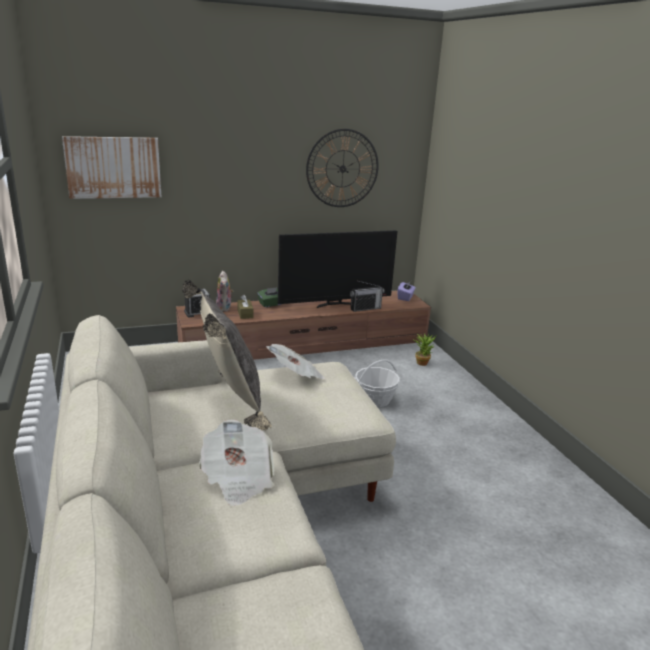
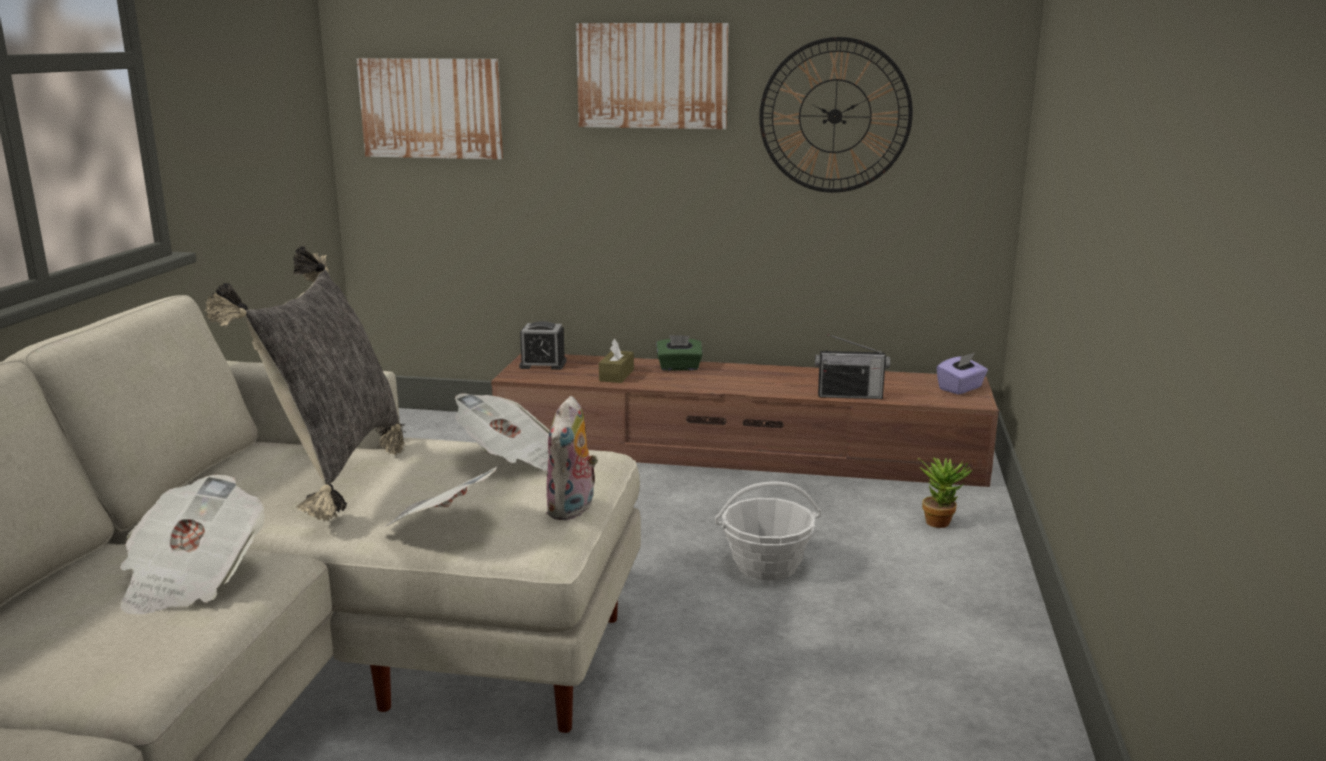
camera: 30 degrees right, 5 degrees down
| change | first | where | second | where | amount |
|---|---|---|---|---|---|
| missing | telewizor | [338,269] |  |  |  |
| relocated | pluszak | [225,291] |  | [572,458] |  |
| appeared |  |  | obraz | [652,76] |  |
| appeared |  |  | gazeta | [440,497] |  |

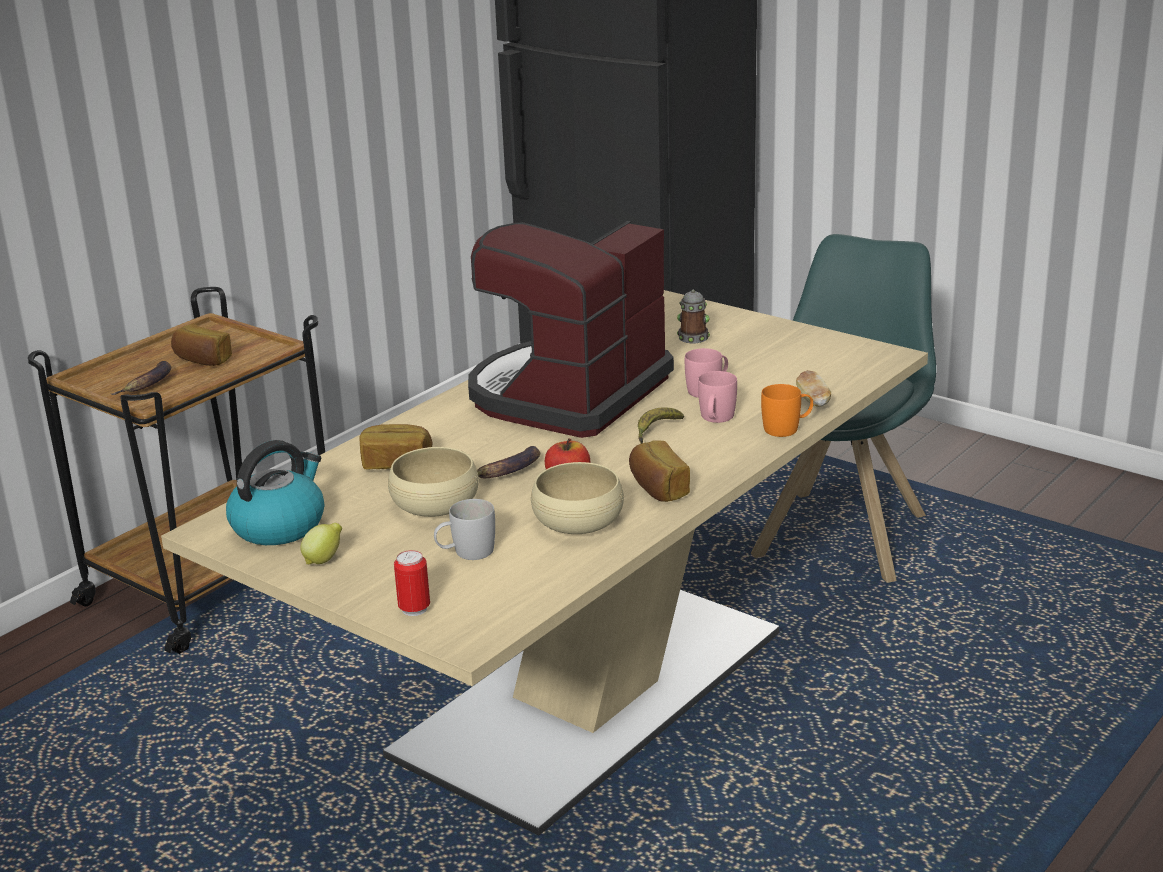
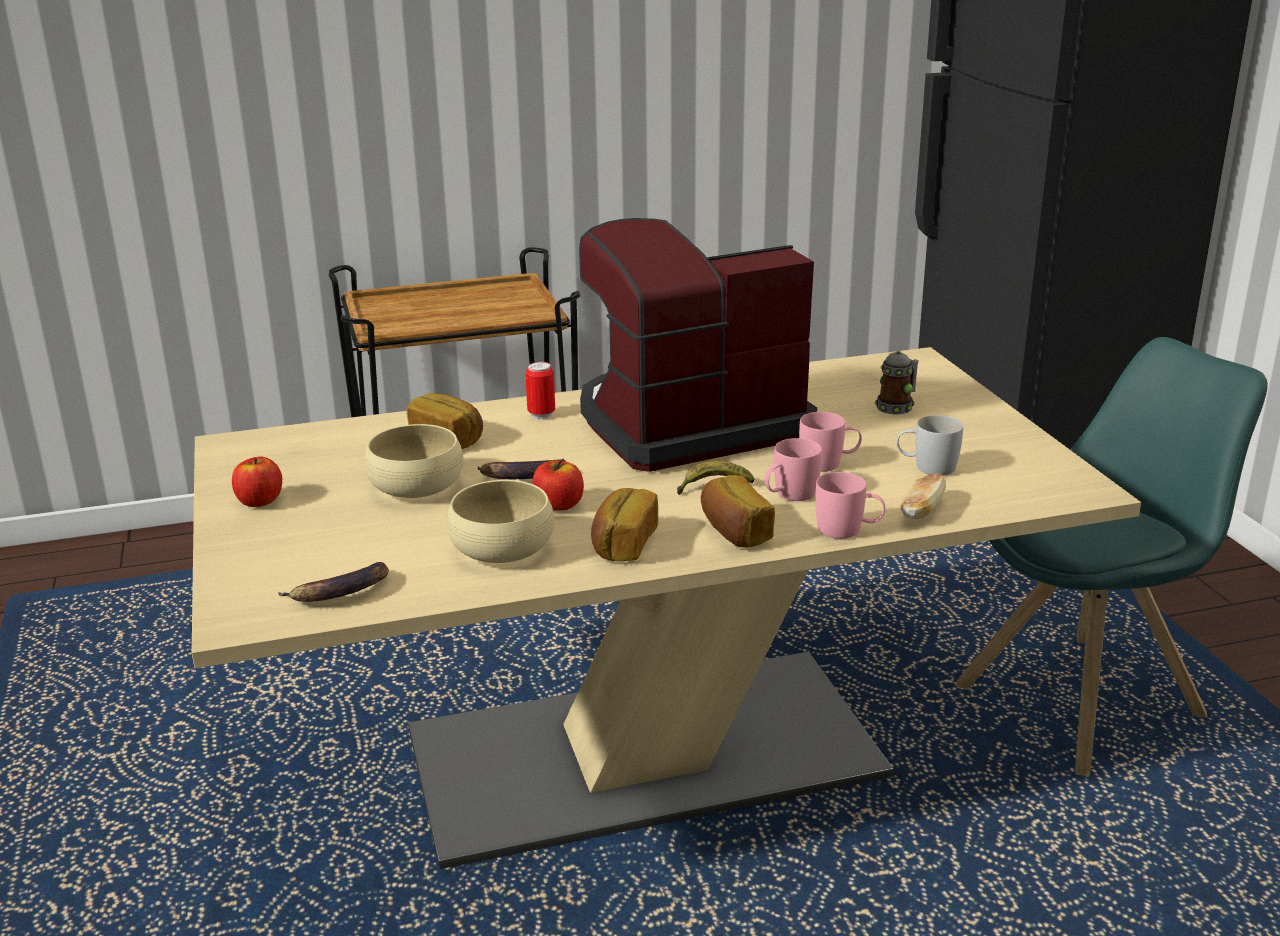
camera: 35 degrees right, 0 degrees up
| change | first | where | second | where | amount |
|---|---|---|---|---|---|
| relocated | chleb | [201,345] |  | [738,511] |  |
| relocated | banan | [141,378] |  | [333,582] |  |
| colour | kubek [pomarańczowy] | [787,410] | kubek [różowy] | [850,505] |  |
| missing | czajnik | [275,492] |  |  |  |
| relocated | kubek [biały] | [464,529] |  | [930,445] |  |
| exchanged | cytryna | [321,544] | jabłko | [257,481] |  |
| relocated | puszka | [412,583] |  | [540,390] |  |

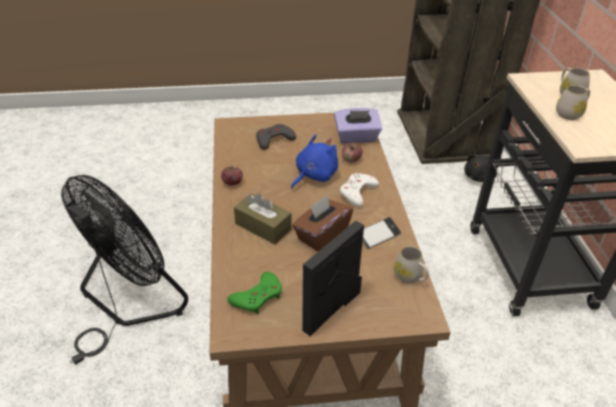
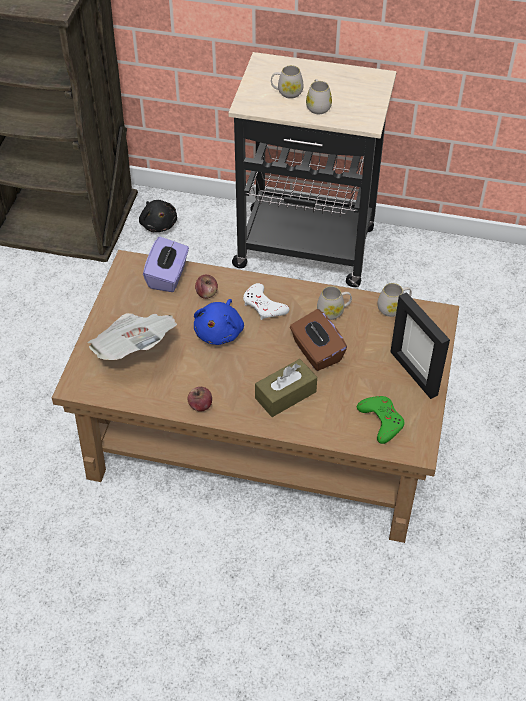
camera: 70 degrees left, 10 degrees up
| change | first | where | second | where | amount |
|---|---|---|---|---|---|
| exchanged | pad do gier [szary] | [276,137] | gazeta | [132,336] |  |
| spun | pluszak [niebieski] | [314,161] |  | [219,322] | 135 degrees counterclockwise |
| missing | wentylator [czarny] | [124,270] |  |  |  |
| exchanged | telefon | [382,233] | kubek [biały] | [334,303] |  |

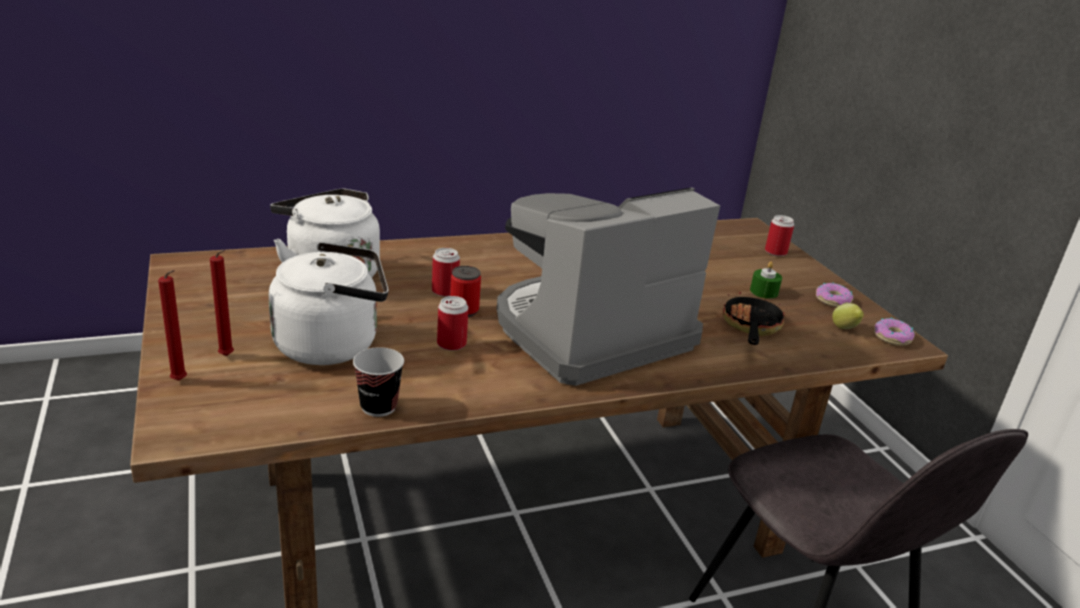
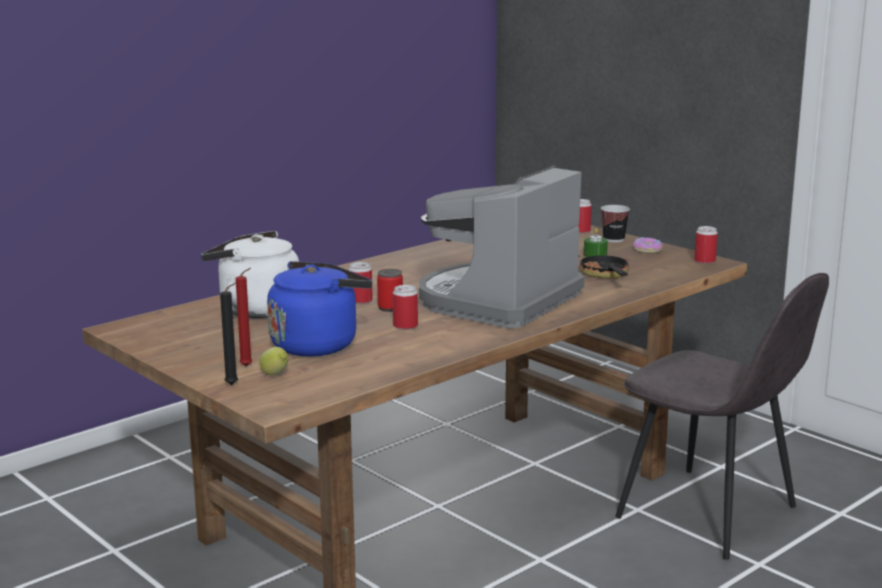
camera: 20 degrees left, 10 degrees down
| change | first | where | second | where | amount |
|---|---|---|---|---|---|
| colour | czajnik [biały] | [328,303] | czajnik [niebieski] | [319,309] |  |
| colour | świeca [czerwony] | [172,325] | świeca [czarny] | [229,333] |  |
| relocated | cytryna | [848,316] |  | [273,361] |  |
| exchanged | donut | [894,332] | puszka | [706,245] |  |
| relocated | filiżanka | [378,382] |  | [615,223] |  |

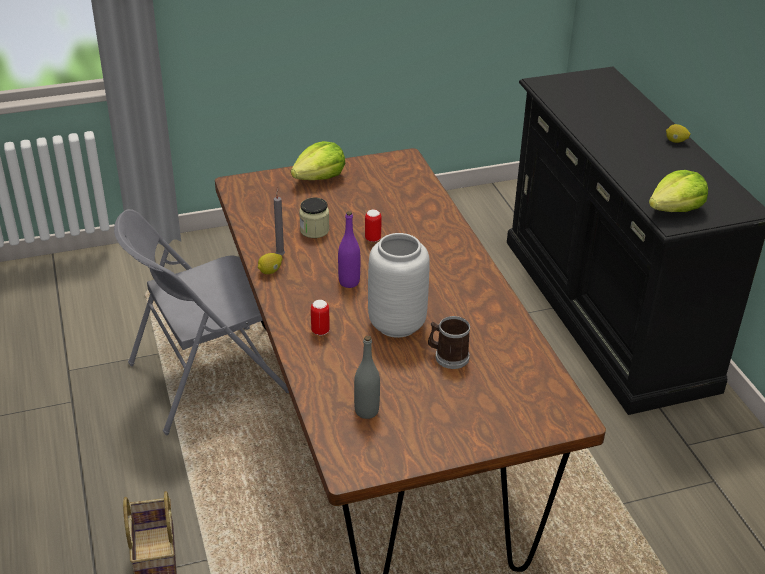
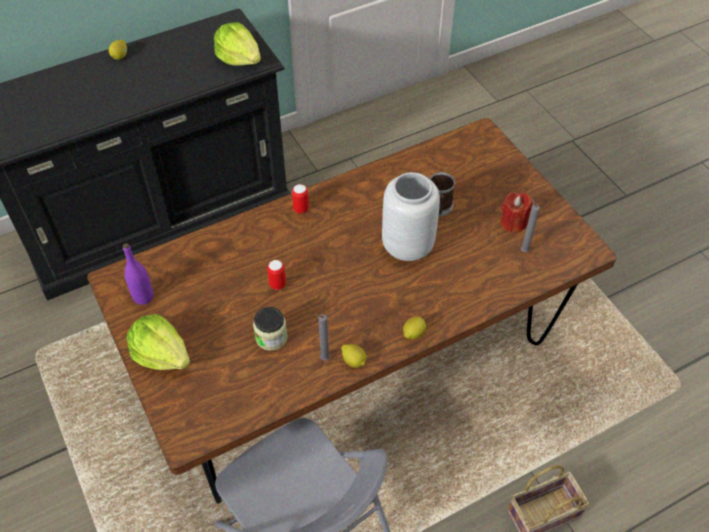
camera: 100 degrees left, 15 degrees up
| change | first | where | second | where | amount |
|---|---|---|---|---|---|
| relocated | butelka [fioletowy] | [349,249] |  | [138,274] |  |
| relocated | puszka | [320,317] |  | [300,199] |  |
| exchanged | butelka [szary] | [367,377] | świeca [szary] | [530,224] |  |
| appeared |  |  | świeca [czerwony] | [516,212] |  |
| appeared |  |  | cytryna | [414,327] |  |

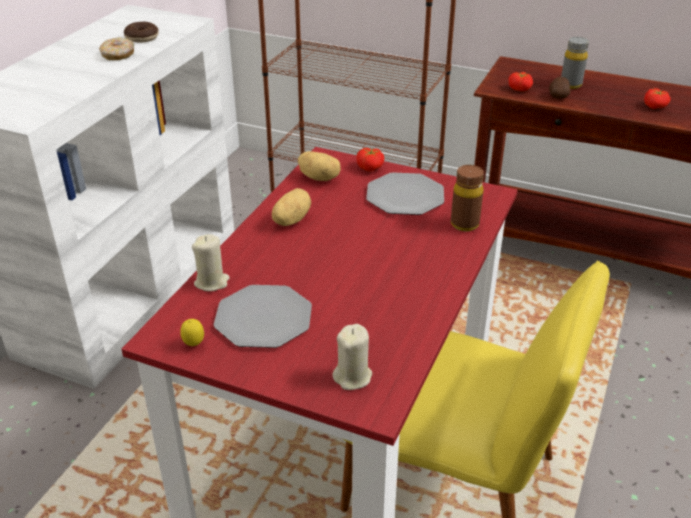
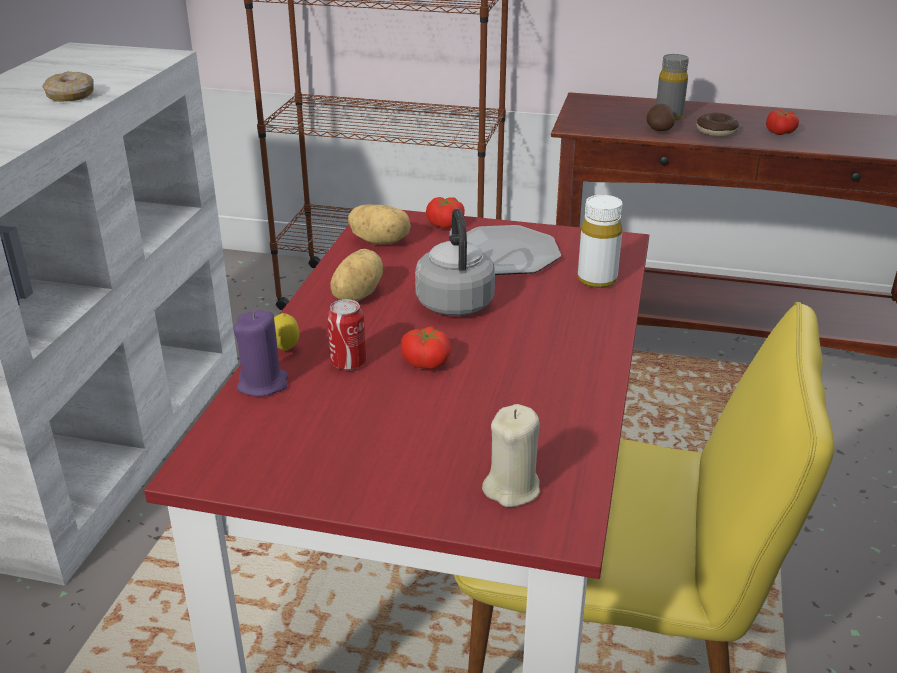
camera: 10 degrees left, 5 degrees down
| change | first | where | second | where | amount |
|---|---|---|---|---|---|
| relocated | donut | [141,32] |  | [717,125] |  |
| relocated | pomidor | [520,81] |  | [426,347] |  |
| colour | butelka [brązowy] | [467,198] | butelka [biały] | [600,241] |  |
| colour | świeca [beżowy] | [211,262] | świeca [fioletowy] | [260,353] |  |
| missing | talerz | [262,316] |  |  |  |
| relocated | cytryna | [192,332] |  | [286,332] |  |
| appeared |  |  | czajnik [szary] | [455,262] |  |
| appeared |  |  | puszka | [346,334] |  |

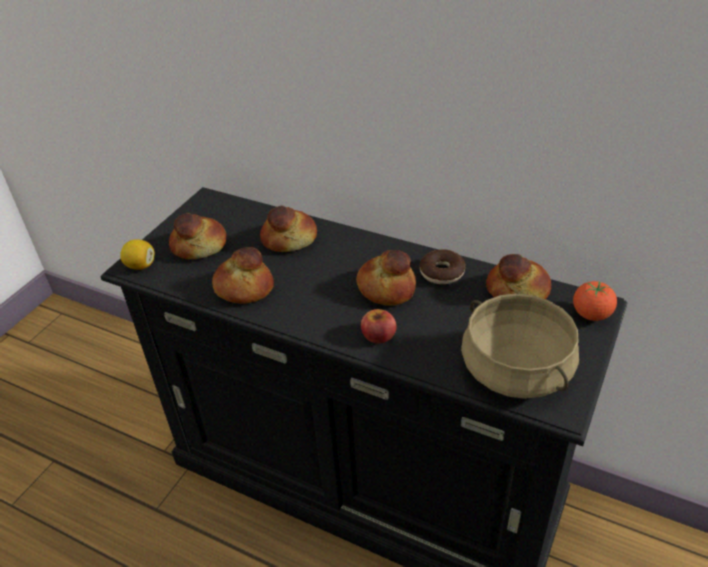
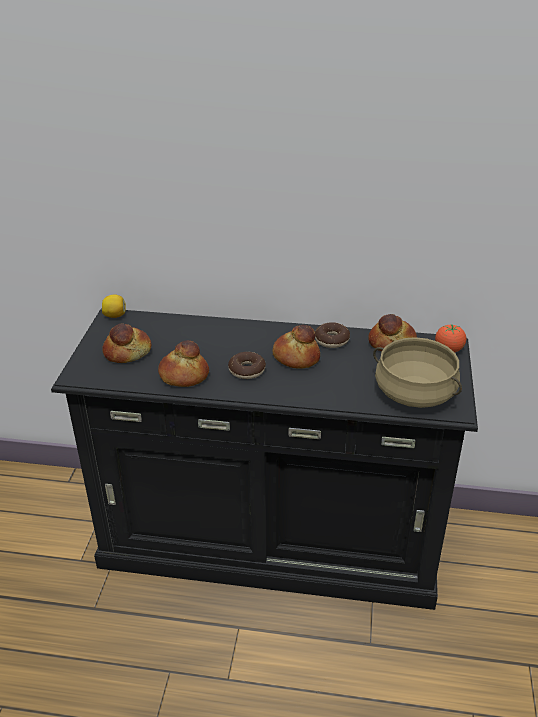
camera: 20 degrees left, 5 degrees down
| change | first | where | second | where | amount |
|---|---|---|---|---|---|
| missing | chleb | [288,229] |  |  |  |
| relocated | cytryna | [137,254] |  | [114,306] |  |
| missing | jabłko | [379,326] |  |  |  |
| appeared |  |  | donut | [247,365] |  |

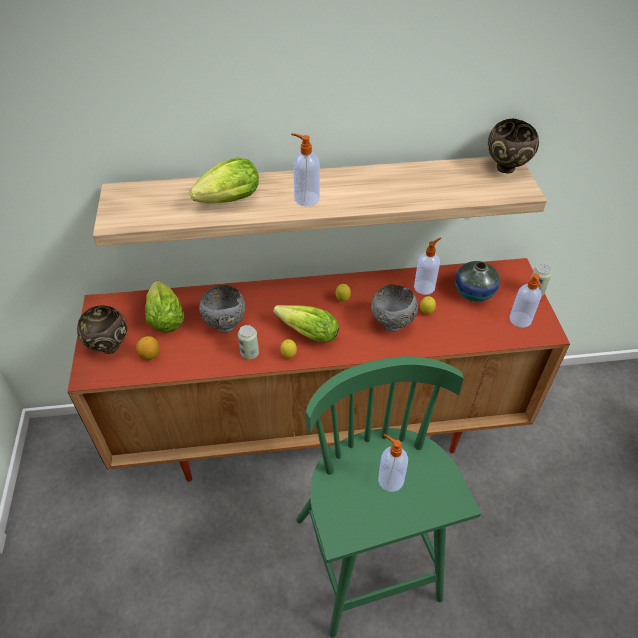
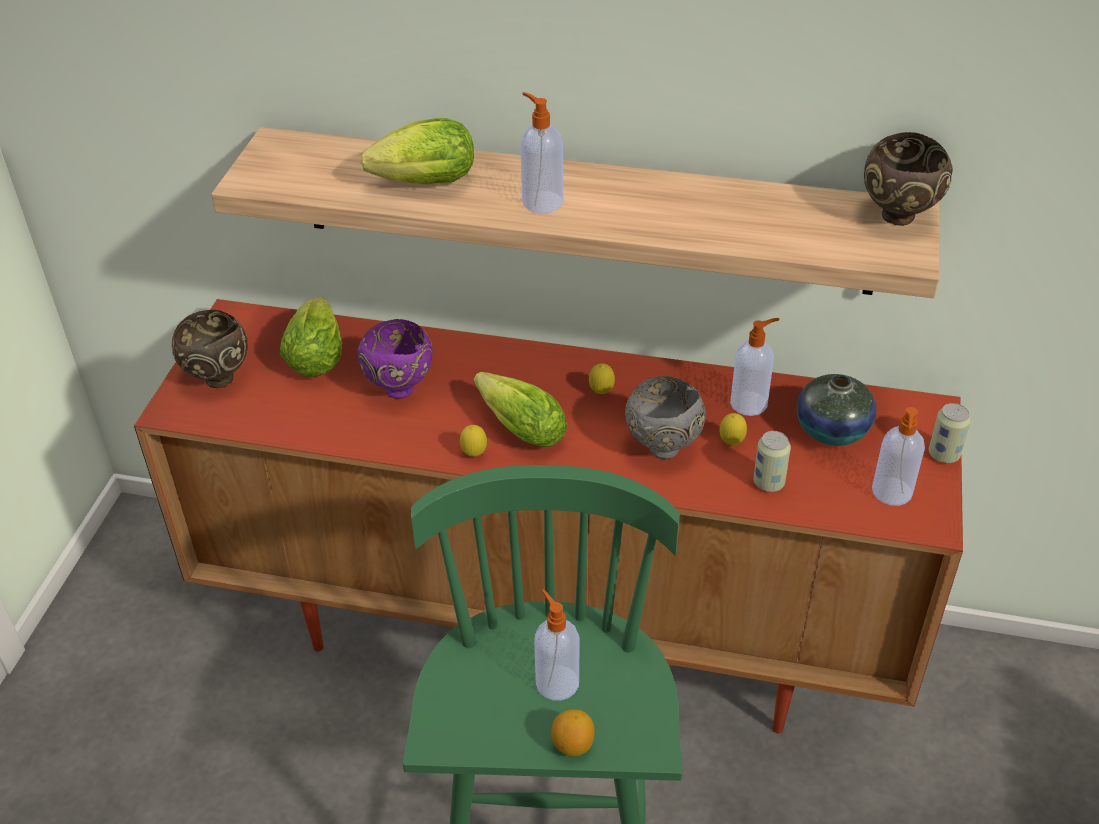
camera: 20 degrees right, 5 degrees down
| change | first | where | second | where | amount |
|---|---|---|---|---|---|
| colour | miska [szary] | [222,309] | miska [fioletowy] | [395,359] |  |
| relocated | puszka | [248,342] |  | [772,461] |  |
| relocated | cytryna | [147,348] |  | [573,733] |  |

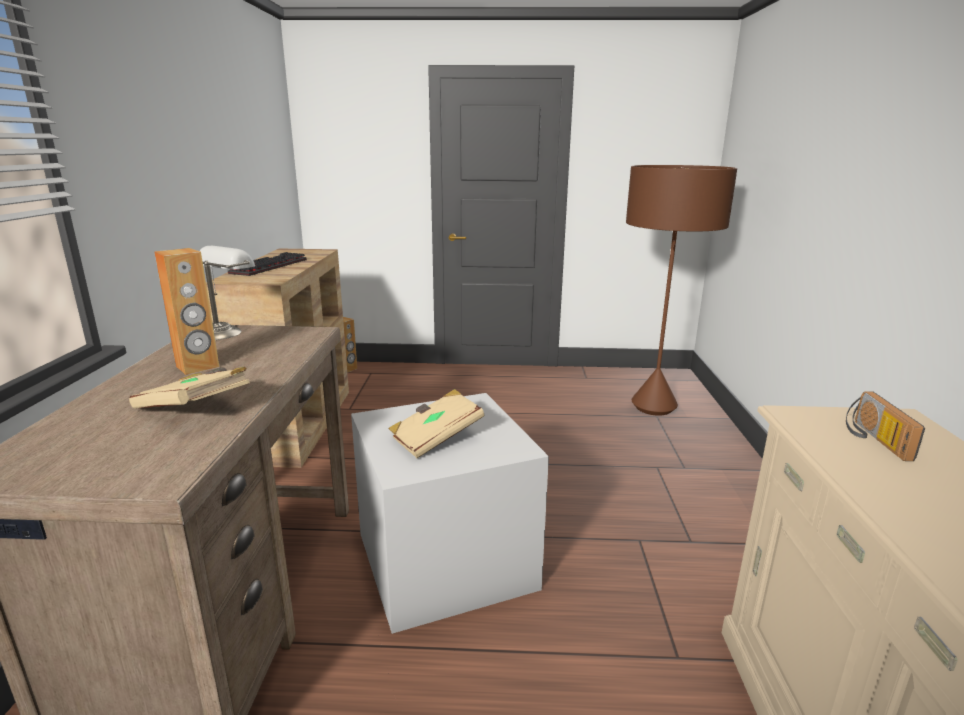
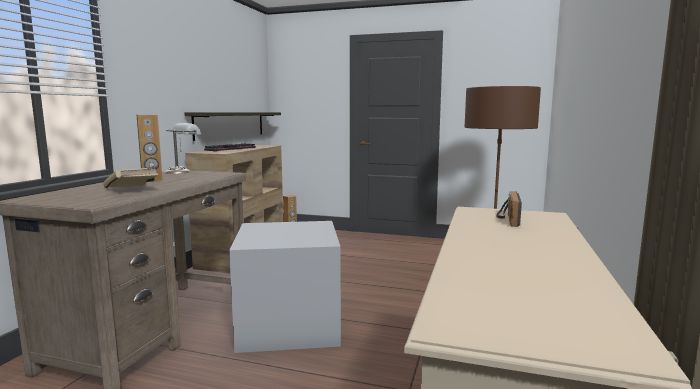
camera: 15 degrees right, 10 degrees down
| change | first | where | second | where | amount |
|---|---|---|---|---|---|
| missing | książka [beżowy] | [437,423] |  |  |  |
| appeared |  |  | półka | [232,126] |  |

